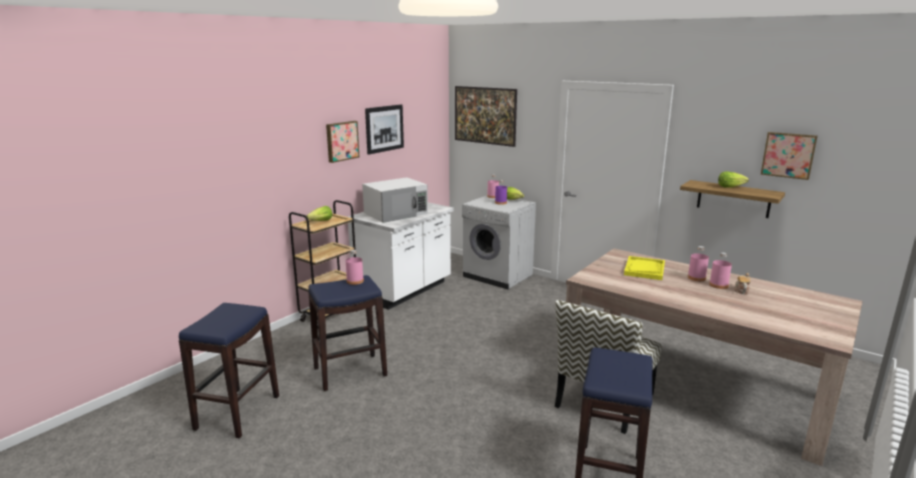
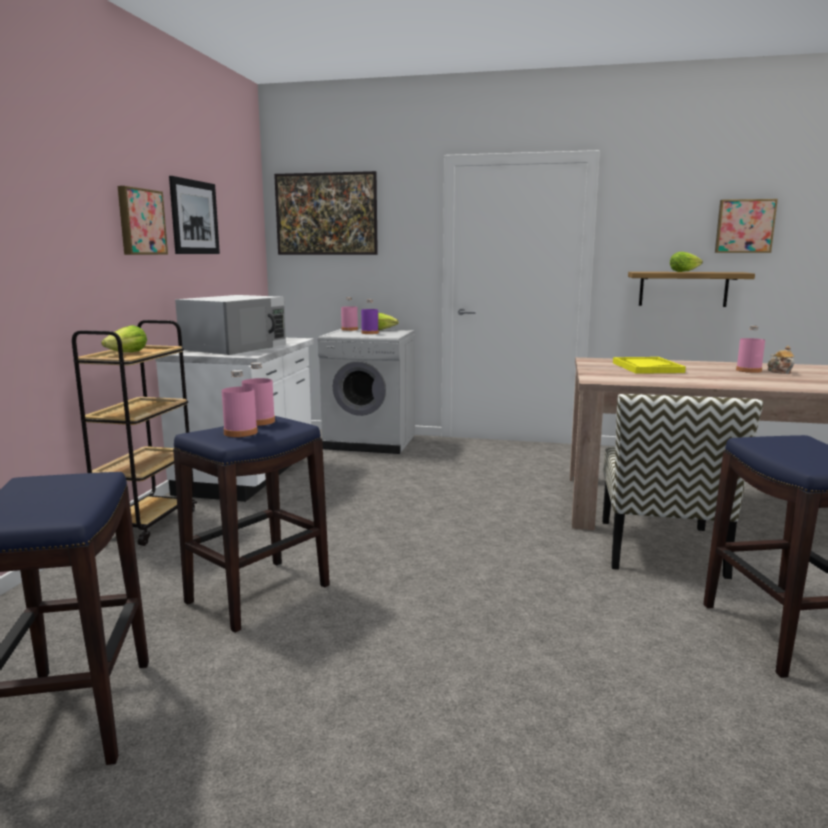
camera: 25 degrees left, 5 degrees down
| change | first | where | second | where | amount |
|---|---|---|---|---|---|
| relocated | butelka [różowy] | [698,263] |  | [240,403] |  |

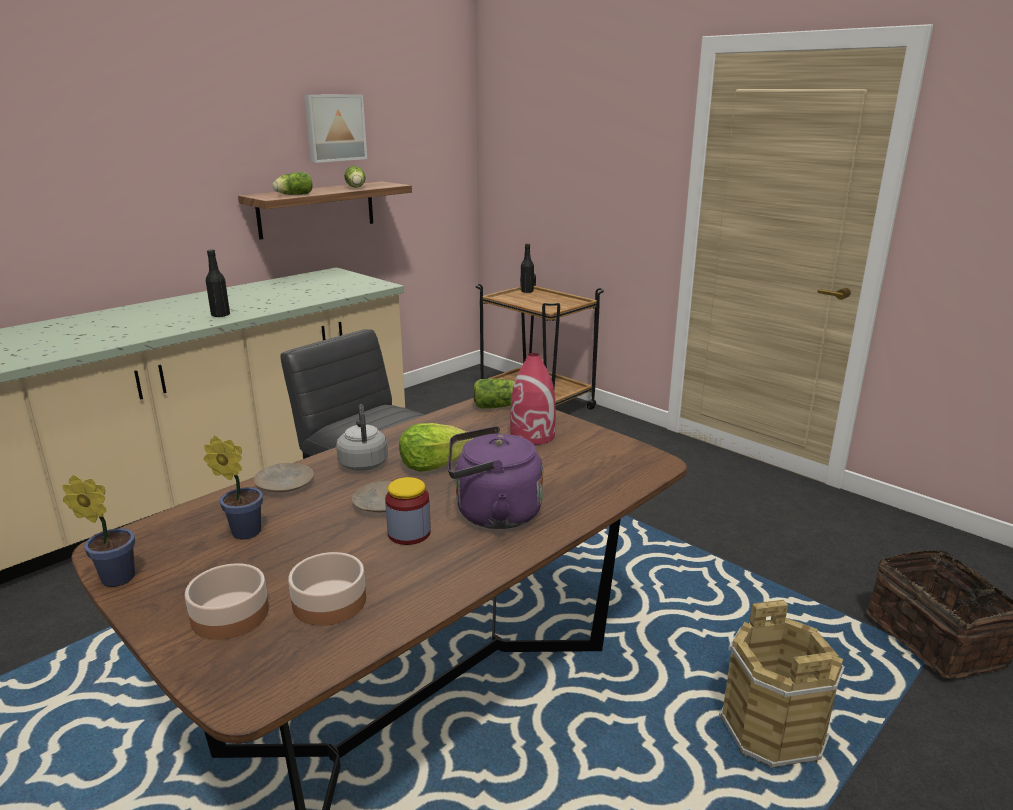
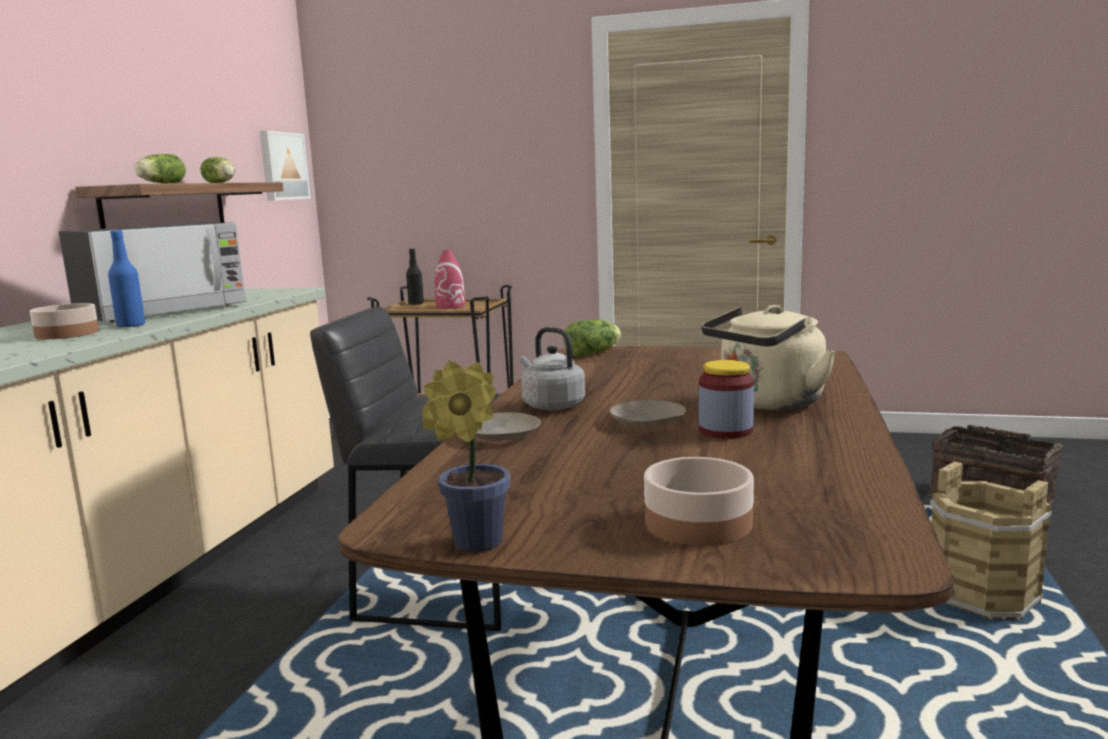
camera: 30 degrees left, 10 degrees down
| change | first | where | second | where | amount |
|---|---|---|---|---|---|
| relocated | obraz | [335,128] |  | [285,166] |  |
| colour | butelka [czarny] | [218,283] | butelka [niebieski] | [126,279] |  |
| relocated | wazon [czerwony] | [533,399] |  | [449,279] |  |
| missing | sałata | [436,447] |  |  |  |
| colour | czajnik [fioletowy] | [495,477] | czajnik [beżowy] | [768,357] |  |
| missing | roślina doniczkowa | [233,488] |  |  |  |
| relocated | miska | [327,589] |  | [64,321] |  |
| appeared |  |  | mikrofalówka | [153,272] |  |

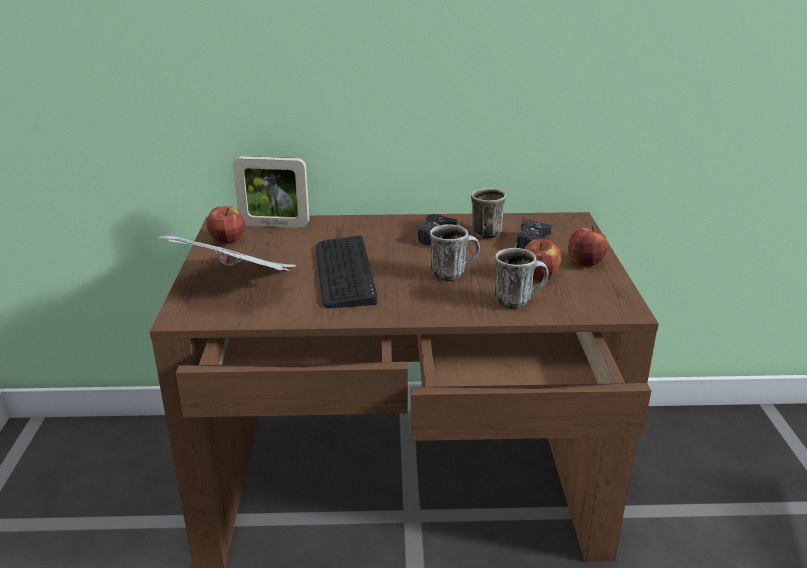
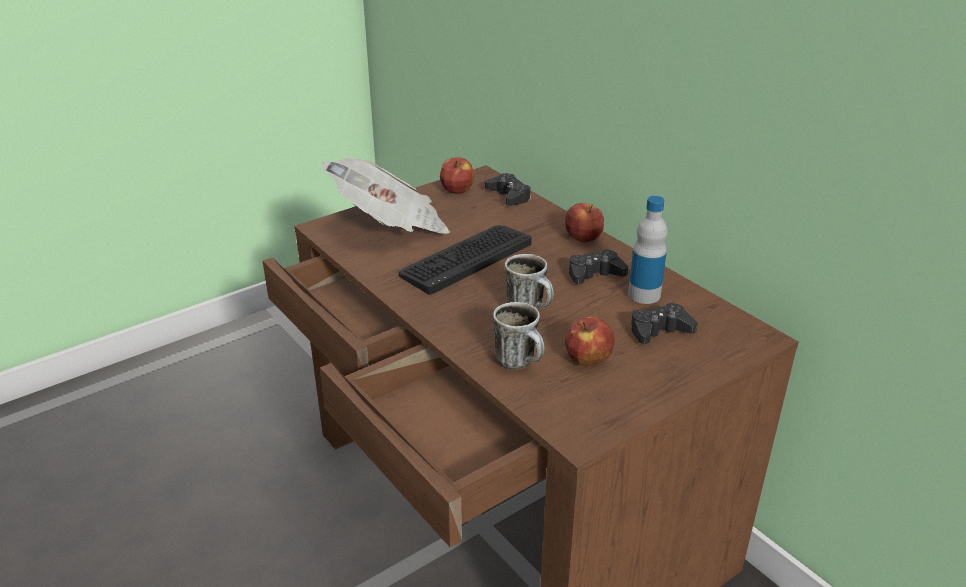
camera: 55 degrees right, 5 degrees up
| change | first | where | second | where | amount |
|---|---|---|---|---|---|
| exchanged | ramka na zdjęcie | [271,192] | pad do gier [czarny] | [508,189] |  |
| exchanged | kubek | [488,213] | butelka | [648,250] |  |
| relocated | jabłko | [588,246] |  | [584,222] |  |

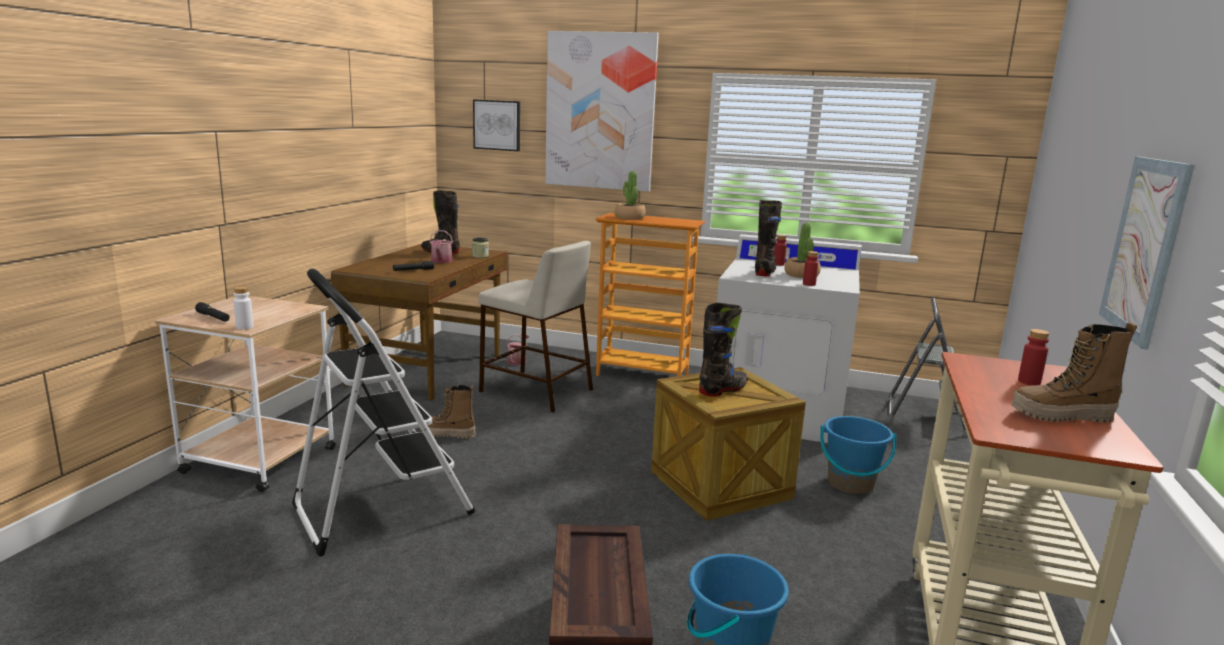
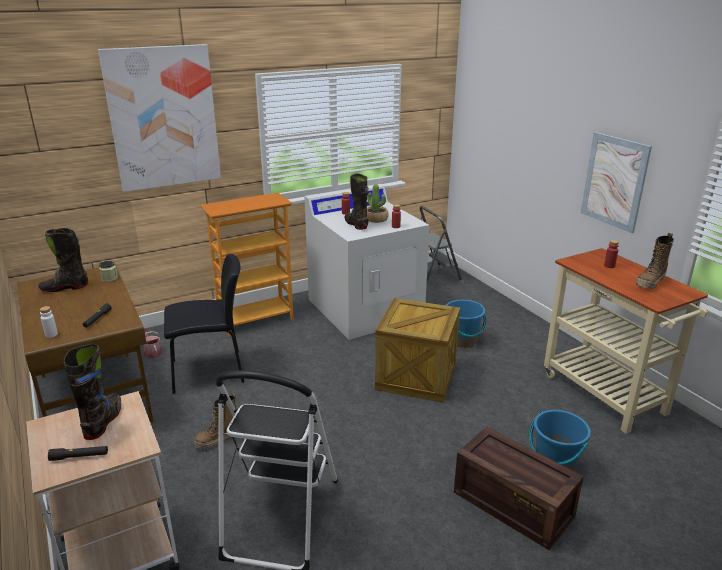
camera: 45 degrees left, 10 degrees up
| change | first | where | second | where | amount |
|---|---|---|---|---|---|
| missing | obraz | [496,125] |  |  |  |
| missing | roślina doniczkowa | [630,195] |  |  |  |
| missing | konewka | [441,246] |  |  |  |
| exchanged | stołek [beżowy] | [535,326] | krzesło [czarny] | [204,324] |  |
| relocated | butelka [biały] | [243,308] |  | [49,322] |  |
| relocated | but z cholewką [czarny] | [723,349] |  | [92,392] |  |

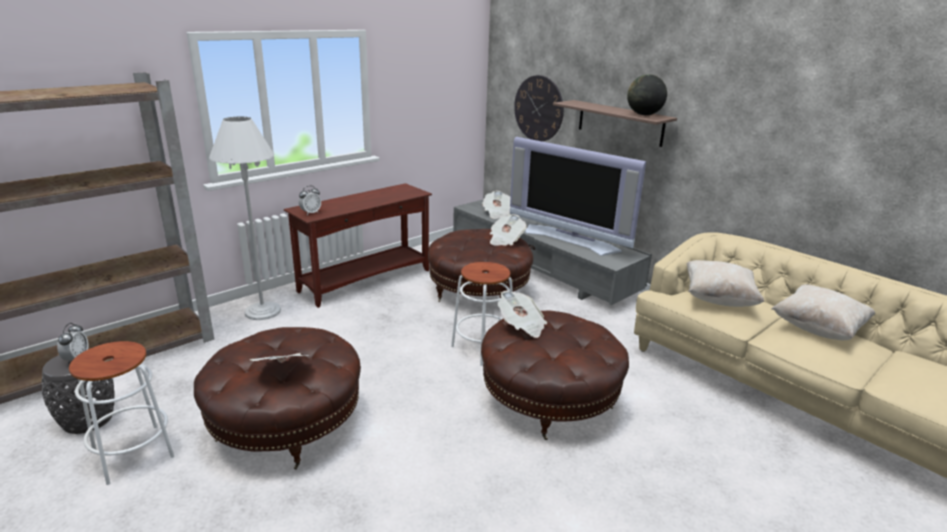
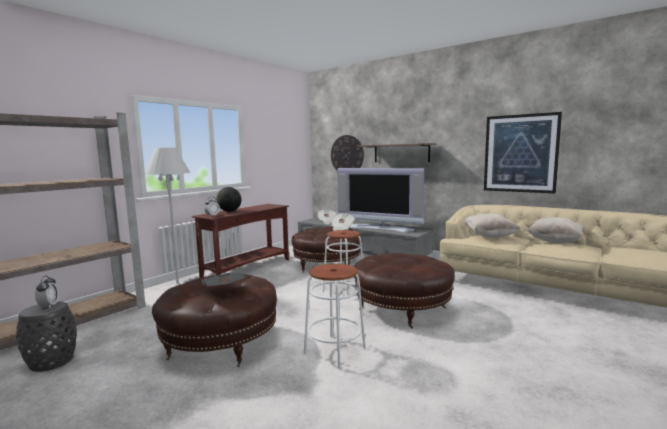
camera: 10 degrees left, 15 degrees down
| change | first | where | second | where | amount |
|---|---|---|---|---|---|
| relocated | globus | [647,94] |  | [229,199] |  |
| missing | gazeta | [522,314] |  |  |  |
| relocated | stołek [biały] | [121,413] |  | [335,316] |  |
| appeared |  |  | obraz | [523,152] |  |

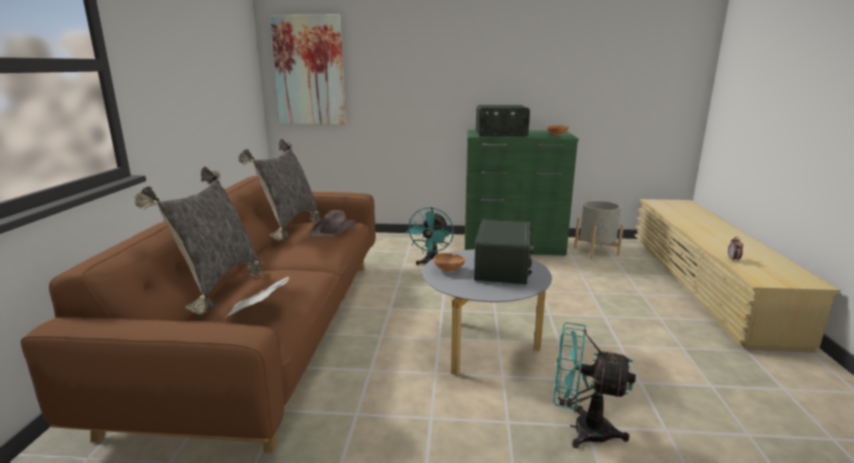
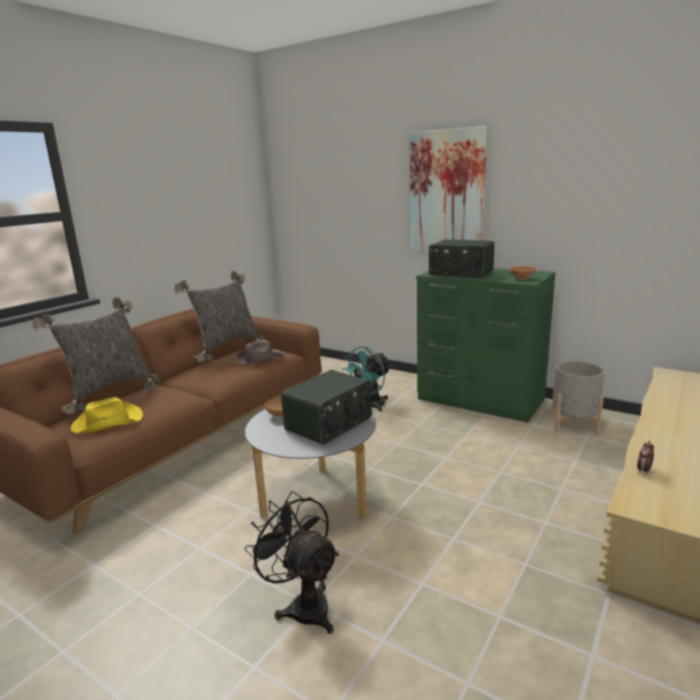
camera: 30 degrees right, 0 degrees up
| change | first | where | second | where | amount |
|---|---|---|---|---|---|
| relocated | obraz | [308,69] |  | [448,189] |  |
| exchanged | gazeta | [257,296] | kapelusz [żółty] | [106,415] |  |
| colour | wentylator [turkusowy] | [594,385] | wentylator [czarny] | [292,562] |  |

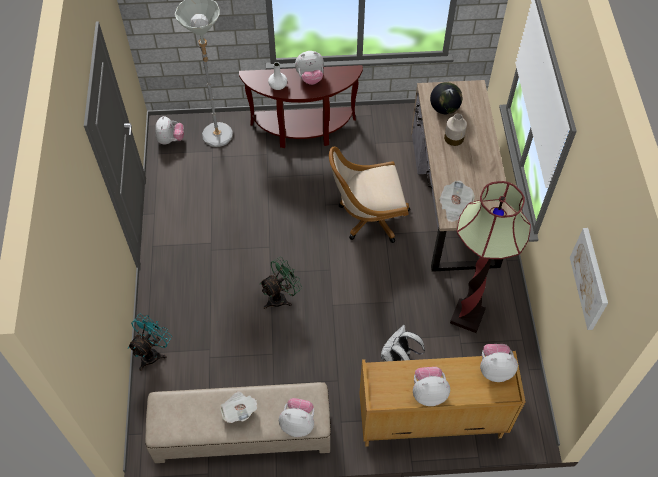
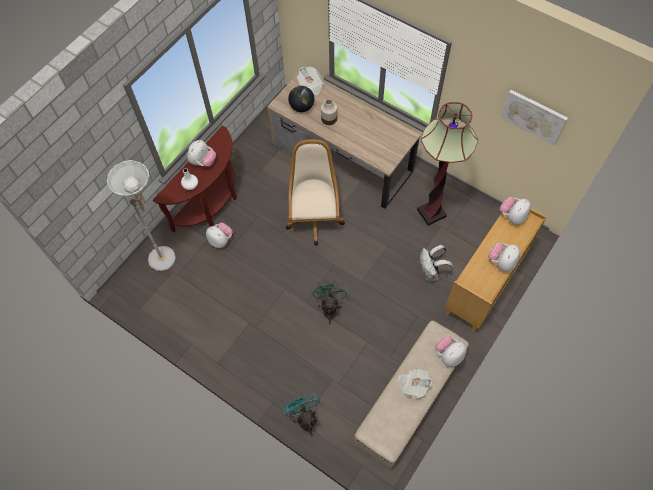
camera: 50 degrees left, 5 degrees up
| change | first | where | second | where | amount |
|---|---|---|---|---|---|
| relocated | pluszak | [169,130] |  | [219,235] |  |
| spun | krzesło biurowe | [369,195] |  | [315,192] | 150 degrees clockwise |
| relocated | gazeta | [457,201] |  | [310,81] |  |

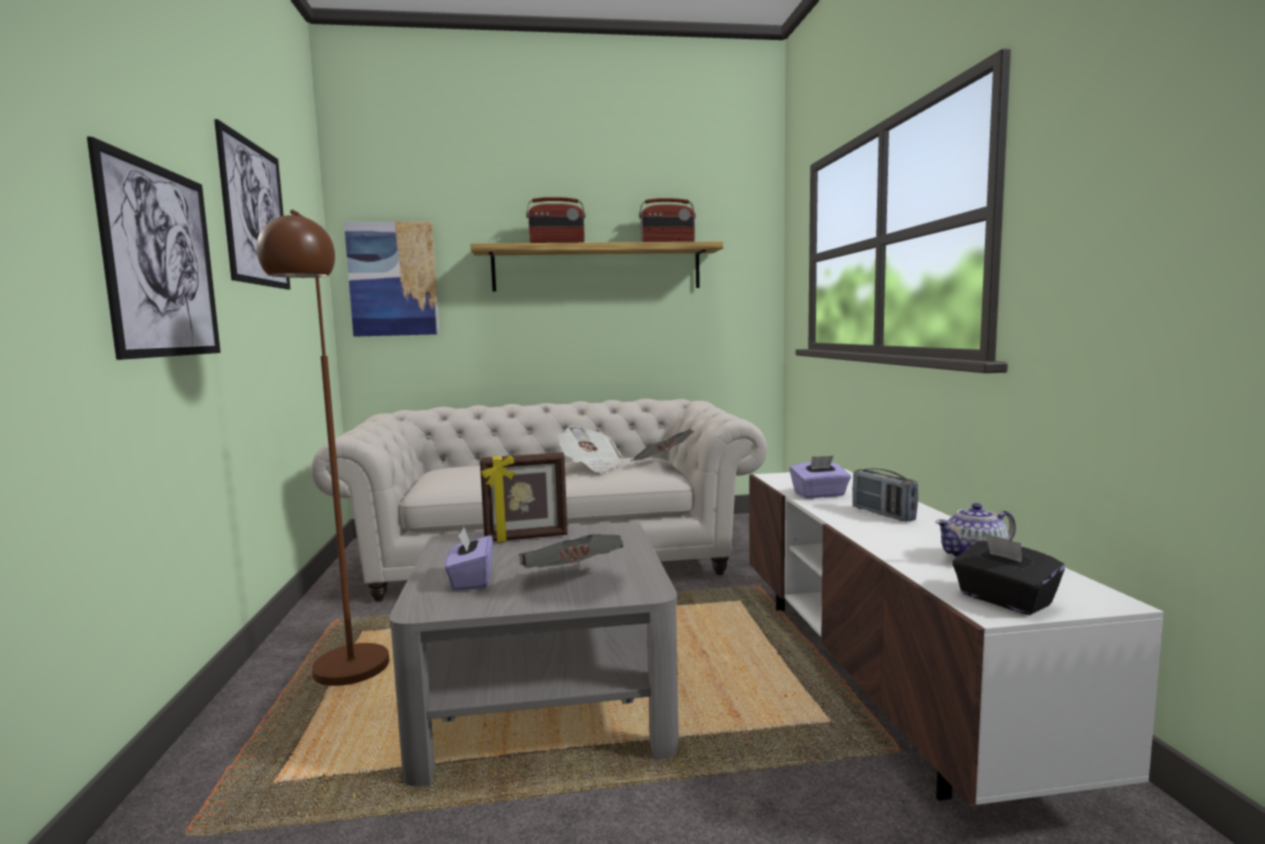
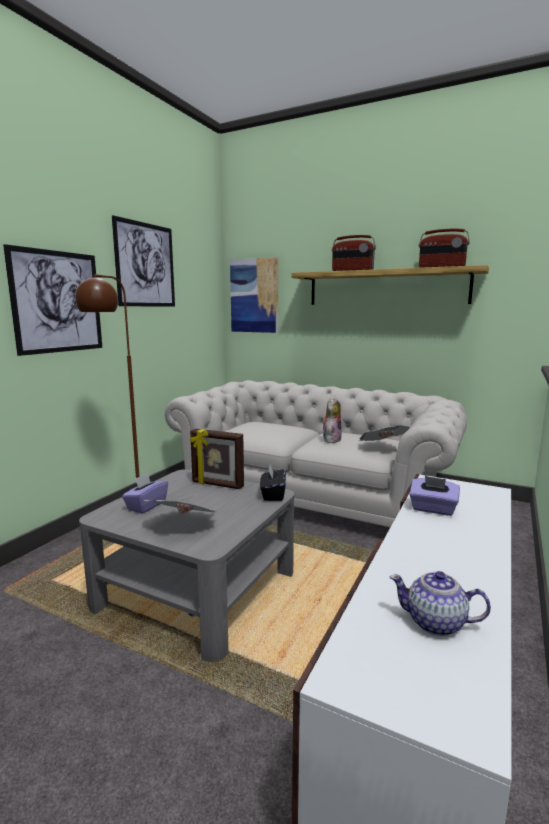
camera: 35 degrees right, 5 degrees up
| change | first | where | second | where | amount |
|---|---|---|---|---|---|
| exchanged | gazeta | [591,449] | pluszak | [332,419] |  |
| missing | radio | [885,495] |  |  |  |
| relocated | pudełko chusteczek [czarny] | [1008,574] |  | [273,482] |  |

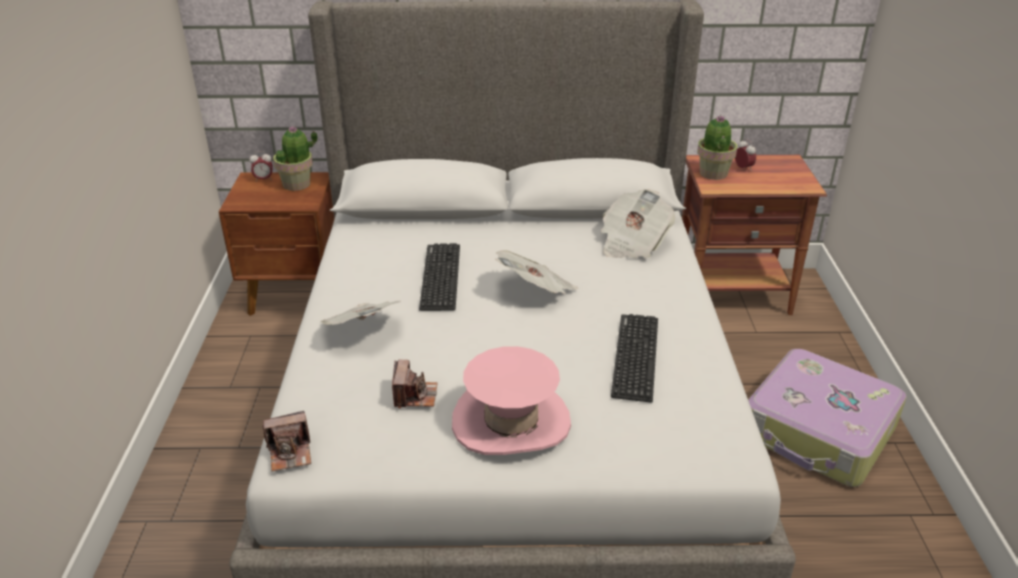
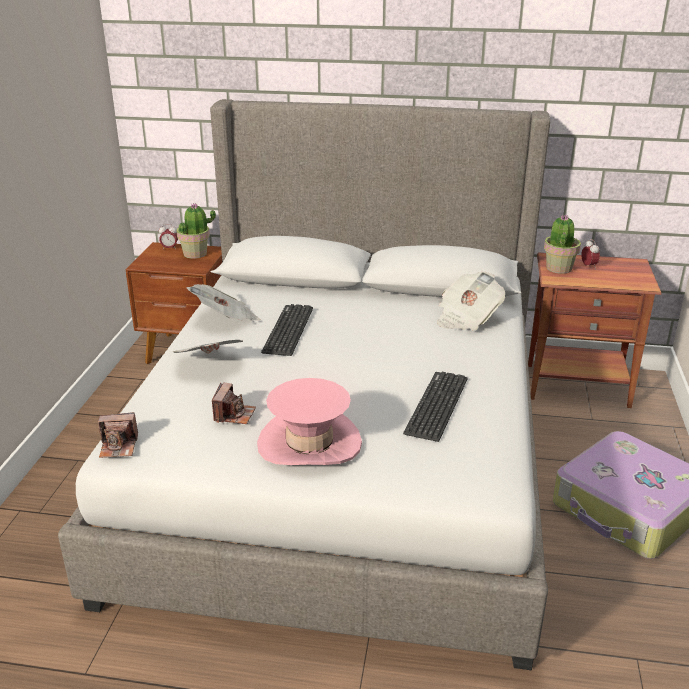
camera: 10 degrees right, 5 degrees down
| change | first | where | second | where | amount |
|---|---|---|---|---|---|
| relocated | gazeta | [536,272] |  | [224,302] |  |

